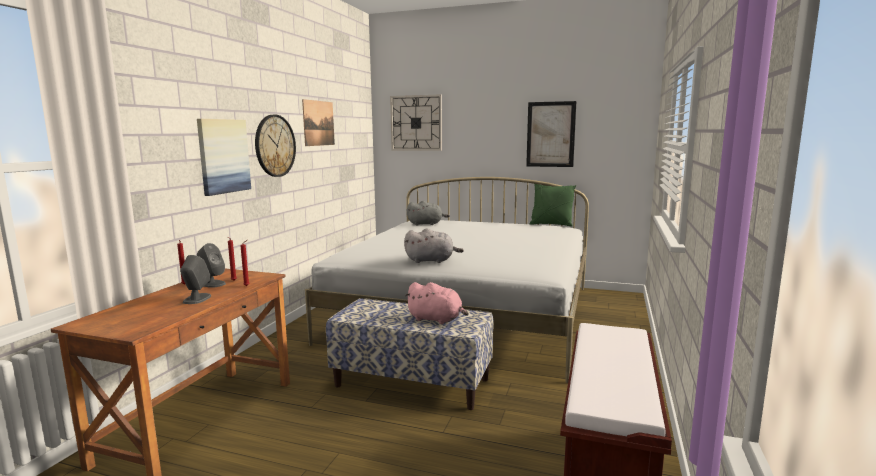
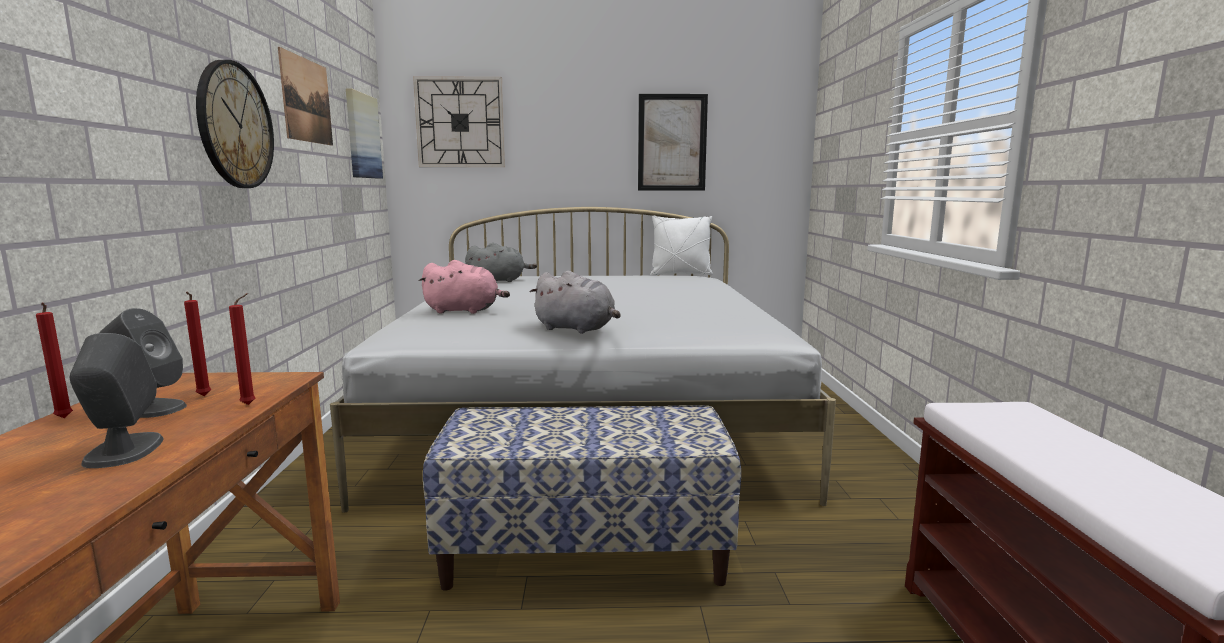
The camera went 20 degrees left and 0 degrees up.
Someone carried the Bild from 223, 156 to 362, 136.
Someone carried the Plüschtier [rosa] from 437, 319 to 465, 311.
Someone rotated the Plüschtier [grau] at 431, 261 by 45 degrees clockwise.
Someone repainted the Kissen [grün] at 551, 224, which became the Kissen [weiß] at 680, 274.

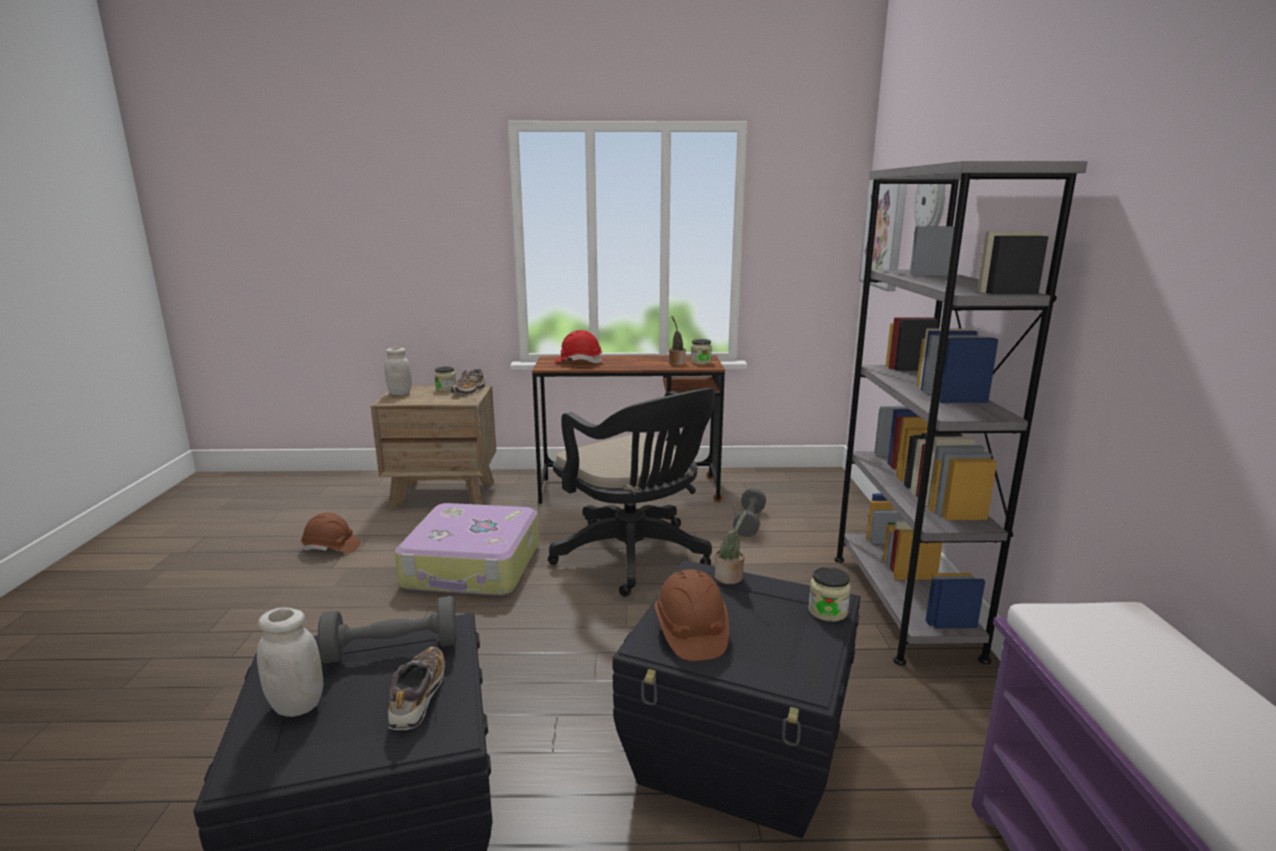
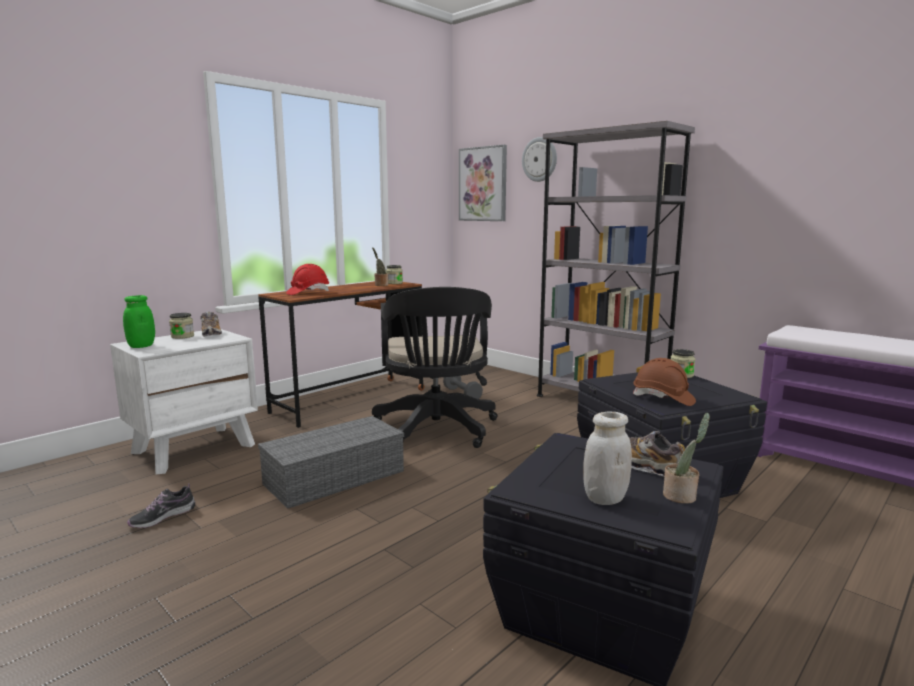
The camera went 45 degrees left and 5 degrees down.
Someone repainted the Nachttisch [braun] at 444, 495, which became the Nachttisch [weiß] at 194, 448.
Someone repainted the Vorratsglas [weiß] at 400, 393, which became the Vorratsglas [grün] at 141, 346.
Someone swapped the Schutzhelm [braun] at 331, 547 for the Schuh at 162, 517.
Someone swapped the Koffer at 473, 567 for the Aufbewahrungsbox [grau] at 335, 476.
Someone rotated the Bürostuhl [schwarz] at 636, 557 by 75 degrees clockwise.
Someone carried the Topfpflanze from 730, 578 to 682, 496.
Someone took away the Hantel [grau] at 393, 649.

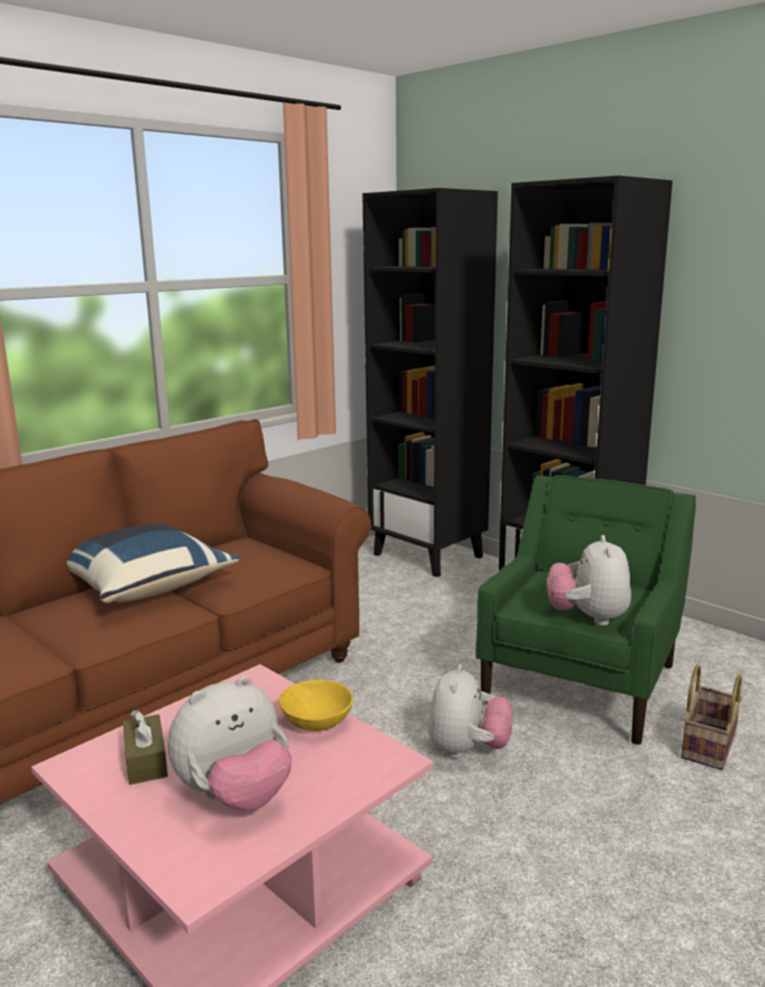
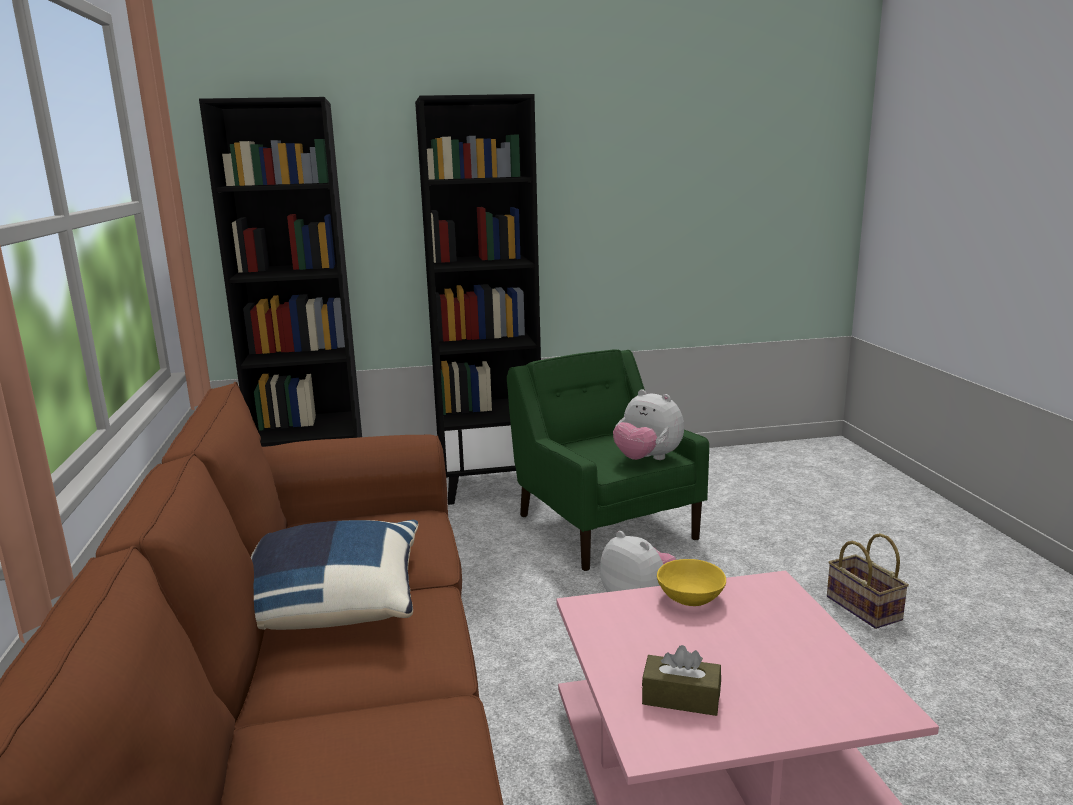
The camera went 55 degrees left and 0 degrees up.
Someone carried the Korb from 707, 744 to 861, 607.
Someone took away the Plüschtier at 235, 796.

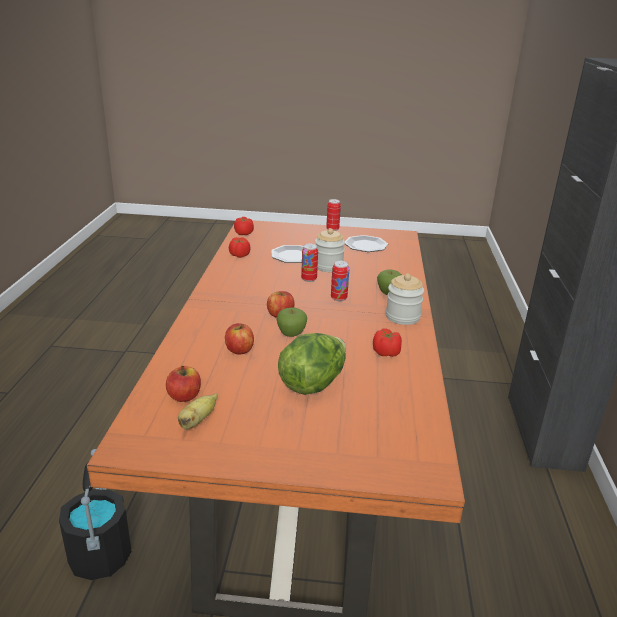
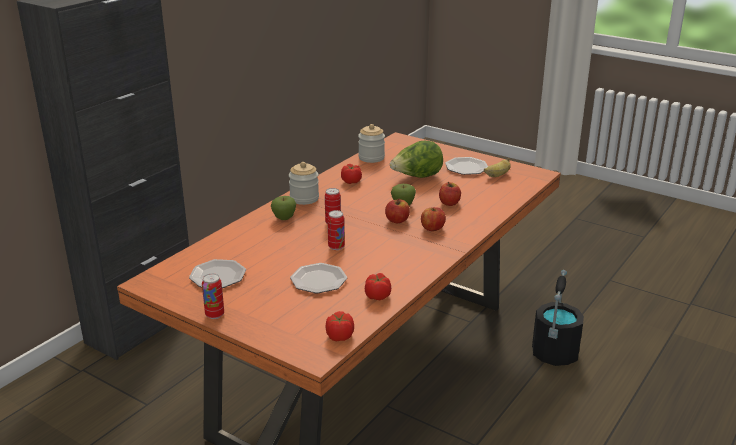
The camera went 150 degrees left and 0 degrees up.
Someone carried the Vorratsglas from 328, 266 to 371, 158.
Someone carried the Apfel from 184, 396 to 432, 228.
Someone put down the Teller at 466, 167.

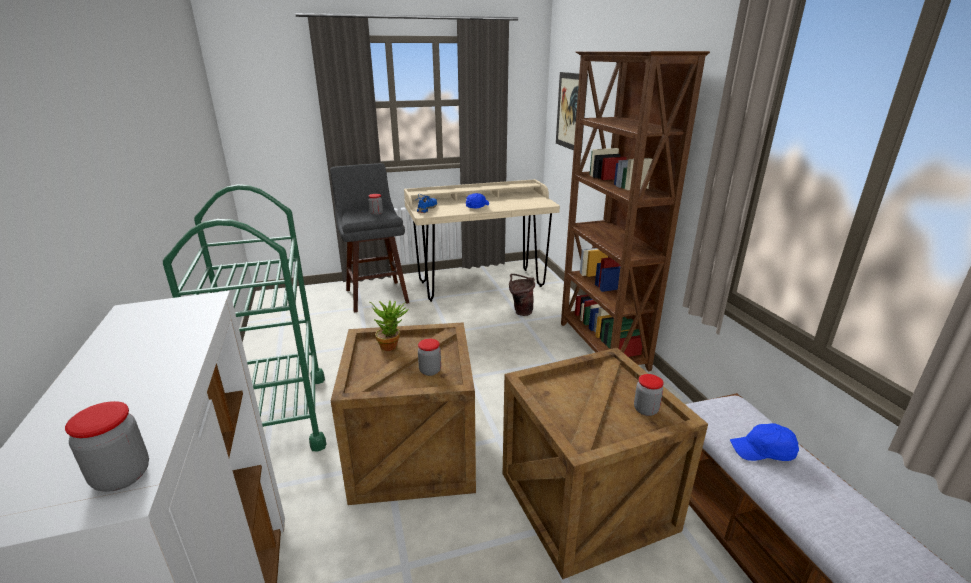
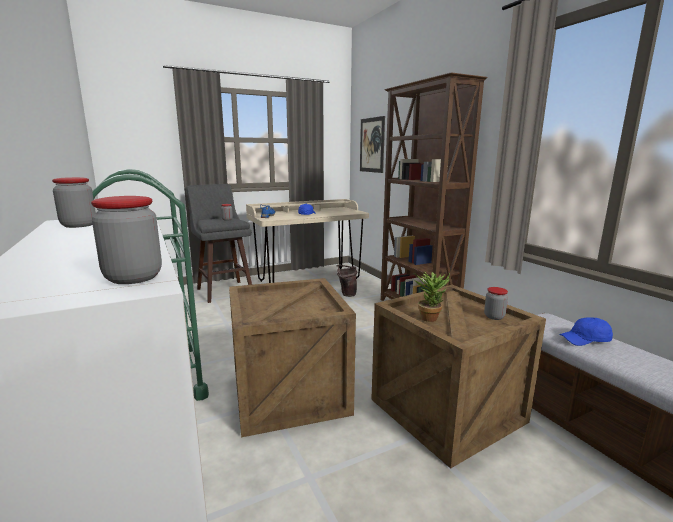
The camera went 10 degrees left and 10 degrees down.
Someone carried the Vorratsglas from 430, 371 to 79, 225.
Someone carried the Topfpflanze from 392, 345 to 430, 317.

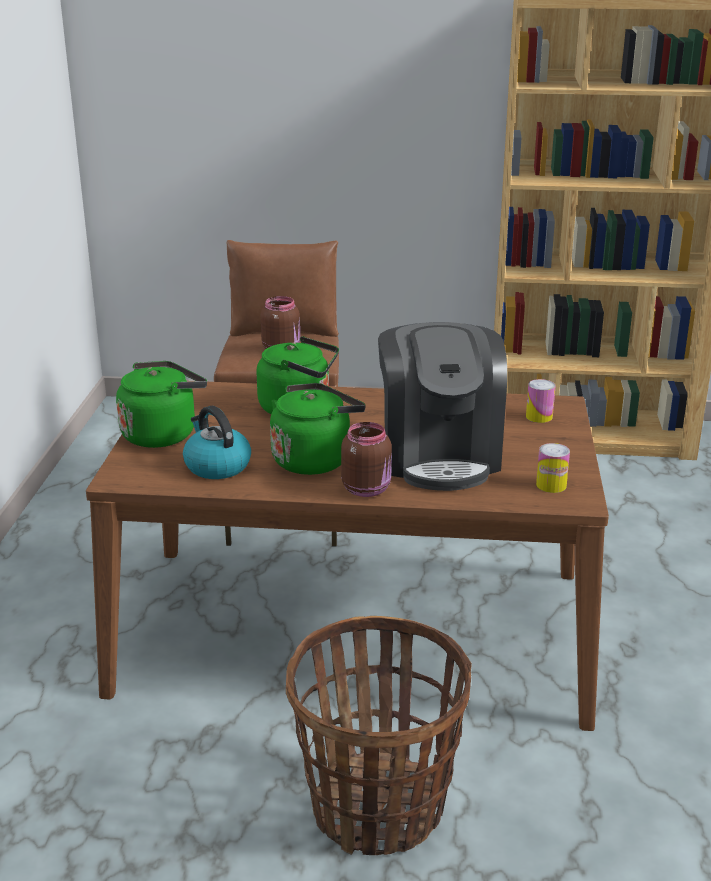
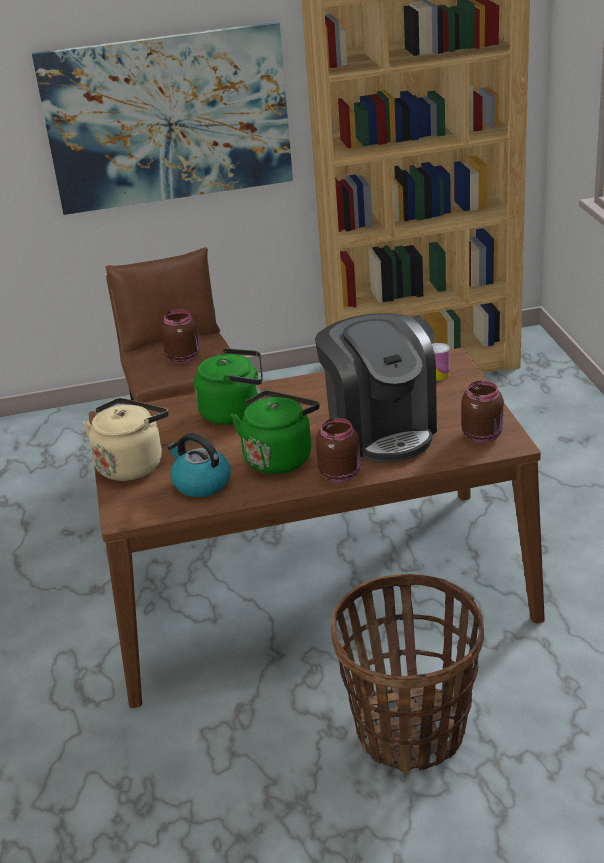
The camera went 15 degrees left and 5 degrees up.
Someone put up the Bild at 168, 119.
Someone repainted the Wasserkessel [grün] at 162, 434, which became the Wasserkessel [beige] at 132, 464.
Someone swapped the Dose at 551, 485 for the Vorratsglas [braun] at 483, 435.

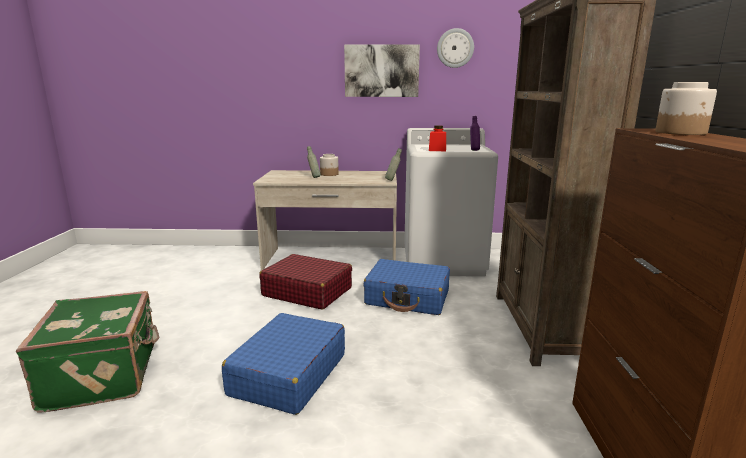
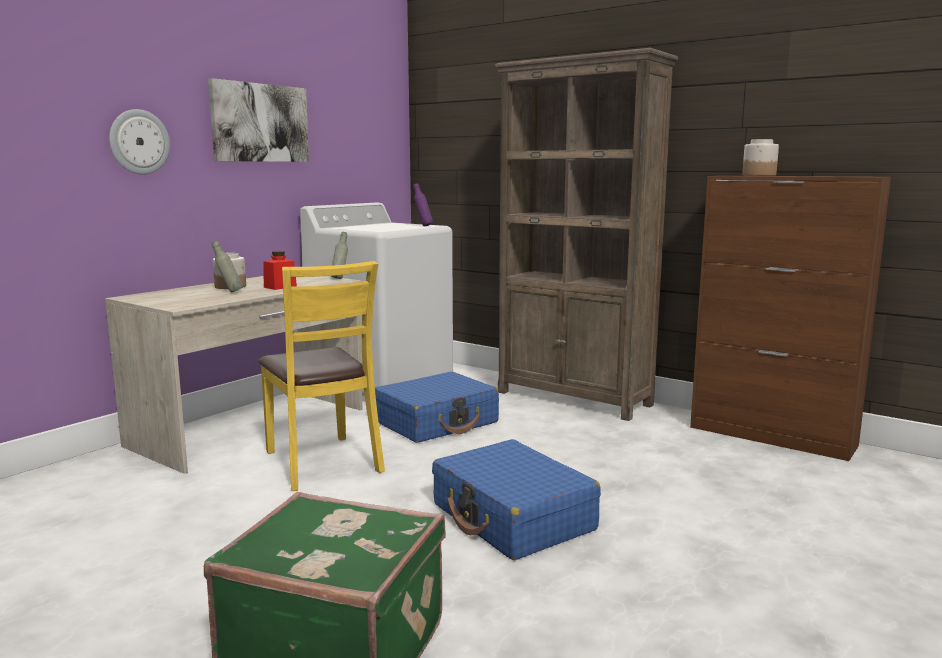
The camera went 55 degrees left and 5 degrees down.
Someone carried the Wanduhr from 455, 48 to 139, 142.
Someone swapped the Koffer [rot] at 307, 292 for the Stuhl [gelb] at 322, 462.
Someone carried the Vorratsglas [rot] from 437, 150 to 280, 287.

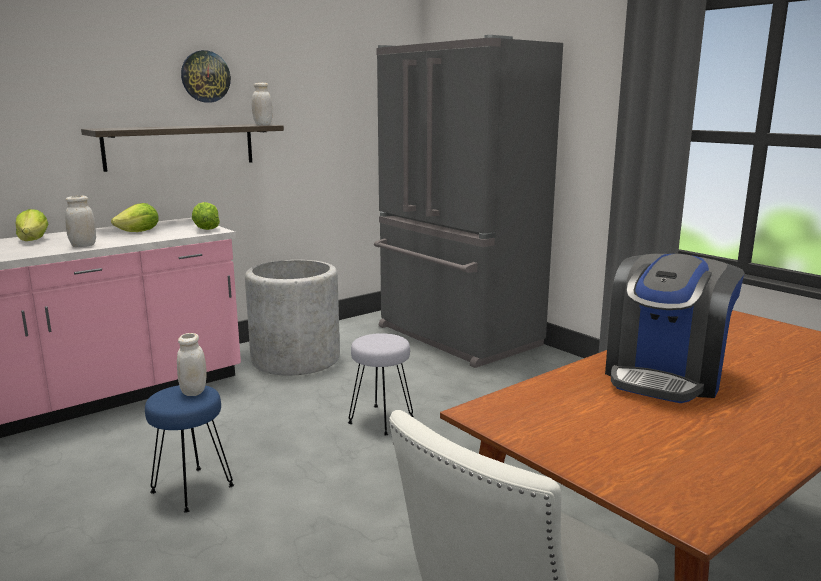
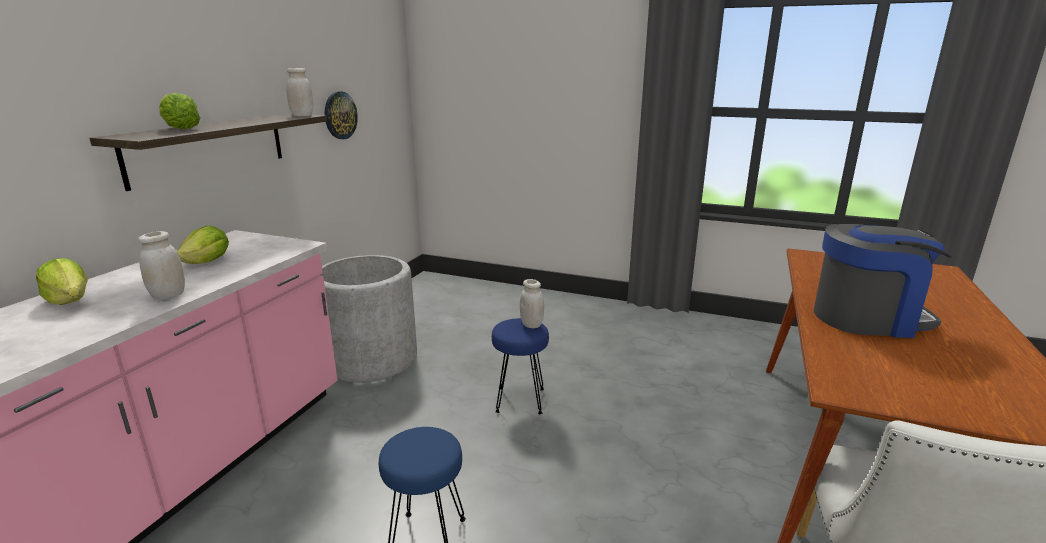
The camera went 30 degrees left and 5 degrees up.
Someone carried the Salatkopf from 206, 229 to 181, 129.
Someone carried the Wanduhr from 205, 76 to 340, 115.
Someone repainted the Hocker [grau] at 381, 420, which became the Hocker [blau] at 520, 400.
Someone carried the Vorratsglas [weiß] from 194, 392 to 531, 325.
Someone rotated the Kaffeemaschine at 665, 376 by 90 degrees counterclockwise.
Someone took away the Kühlschrank [grau] at 455, 337.

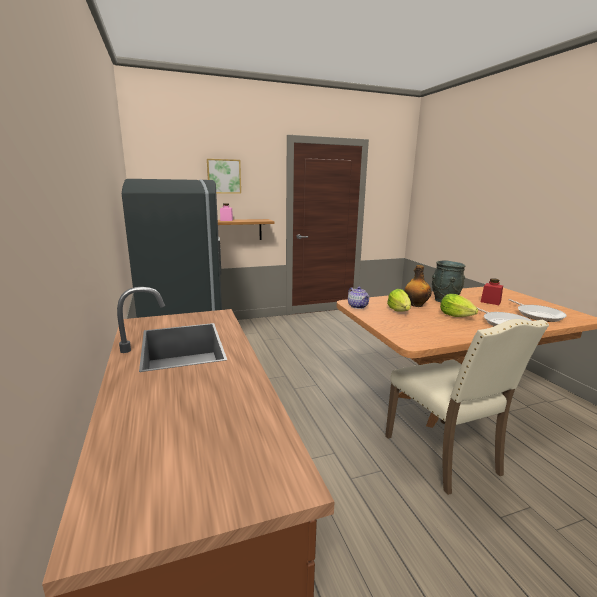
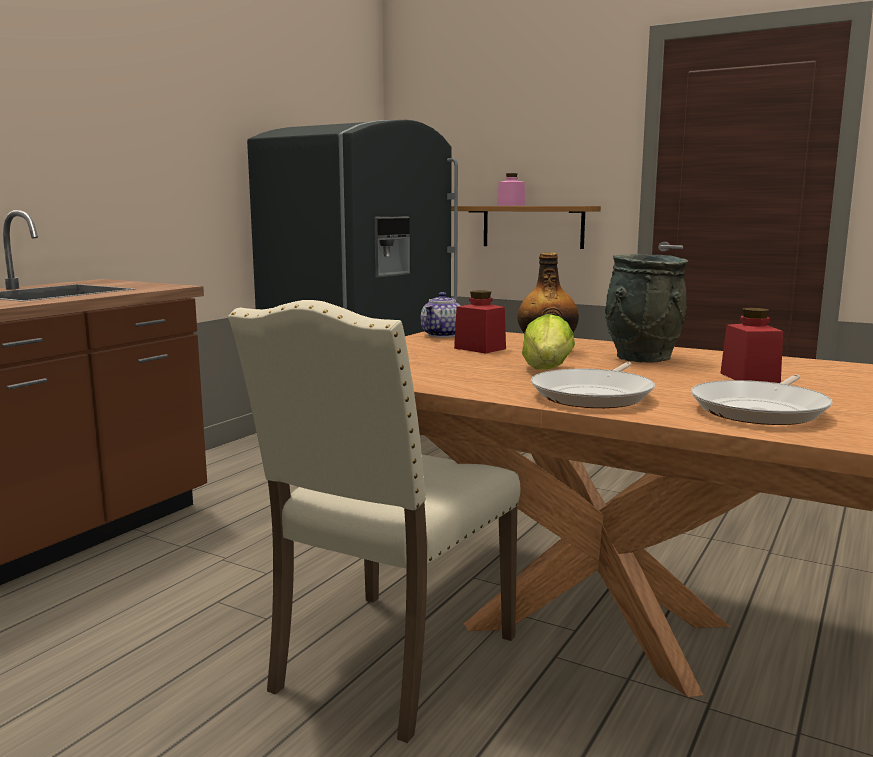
The camera went 50 degrees right and 5 degrees down.
Someone swapped the Salatkopf at 399, 311 for the Vorratsglas [rot] at 480, 348.
Someone took away the Bild at 224, 176.

